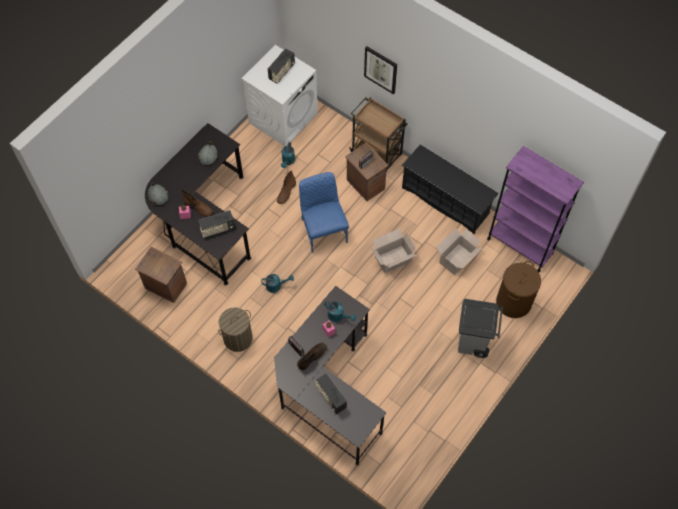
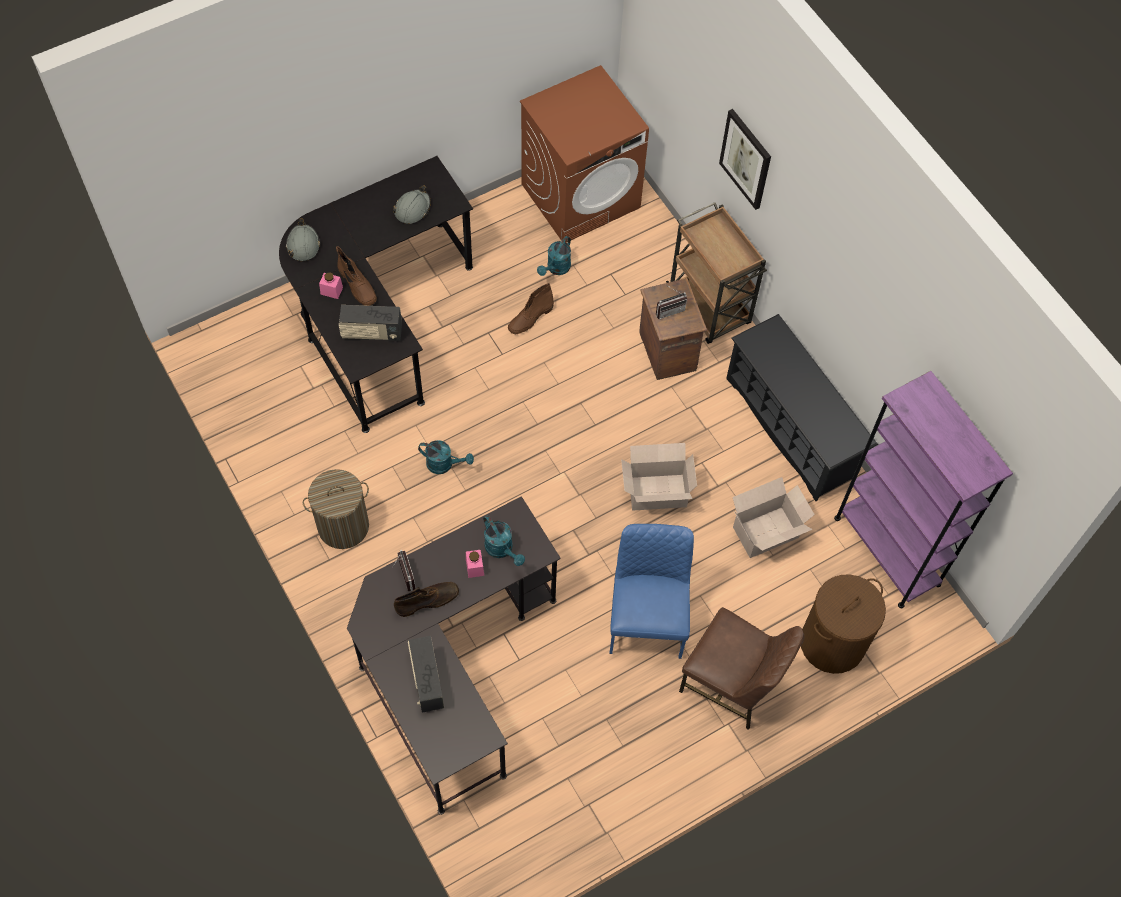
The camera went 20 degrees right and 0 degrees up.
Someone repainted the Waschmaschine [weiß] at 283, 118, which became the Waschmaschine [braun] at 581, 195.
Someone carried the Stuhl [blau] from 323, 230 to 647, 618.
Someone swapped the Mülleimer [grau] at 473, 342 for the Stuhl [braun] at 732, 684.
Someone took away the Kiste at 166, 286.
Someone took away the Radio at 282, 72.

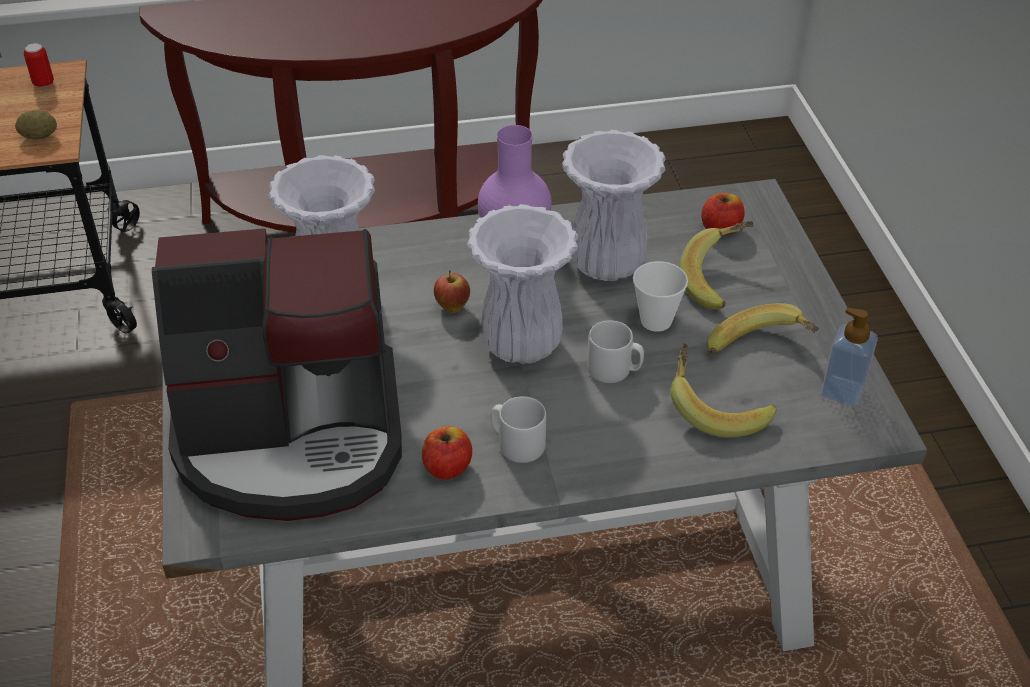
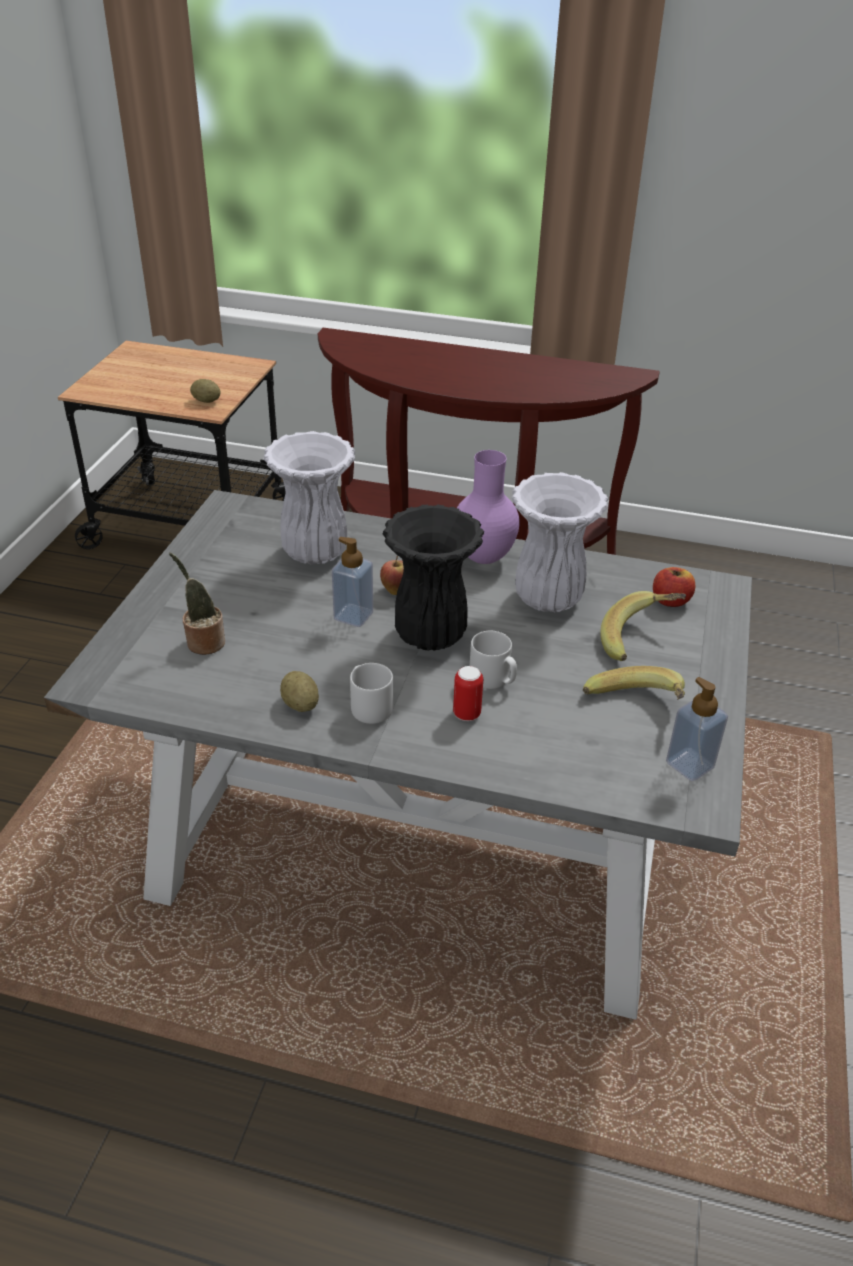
The camera went 25 degrees right and 5 degrees down.
Someone swapped the Kaffeemaschine at 292, 436 for the Topfpflanze at 203, 642.
Someone swapped the Apfel at 447, 467 for the Kartoffel at 300, 704.
Someone put down the Seifenspender at 353, 616.
Someone repainted the Vase [weiß] at 522, 346, which became the Vase [schwarz] at 430, 636.
Someone carried the Dose from 43, 83 to 466, 714.
Someone took away the Tasse at 656, 321.
Someone took away the Banane at 716, 408.

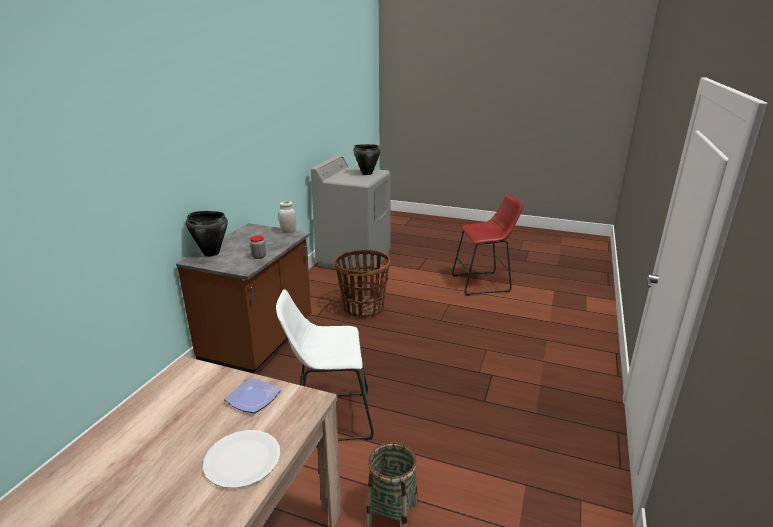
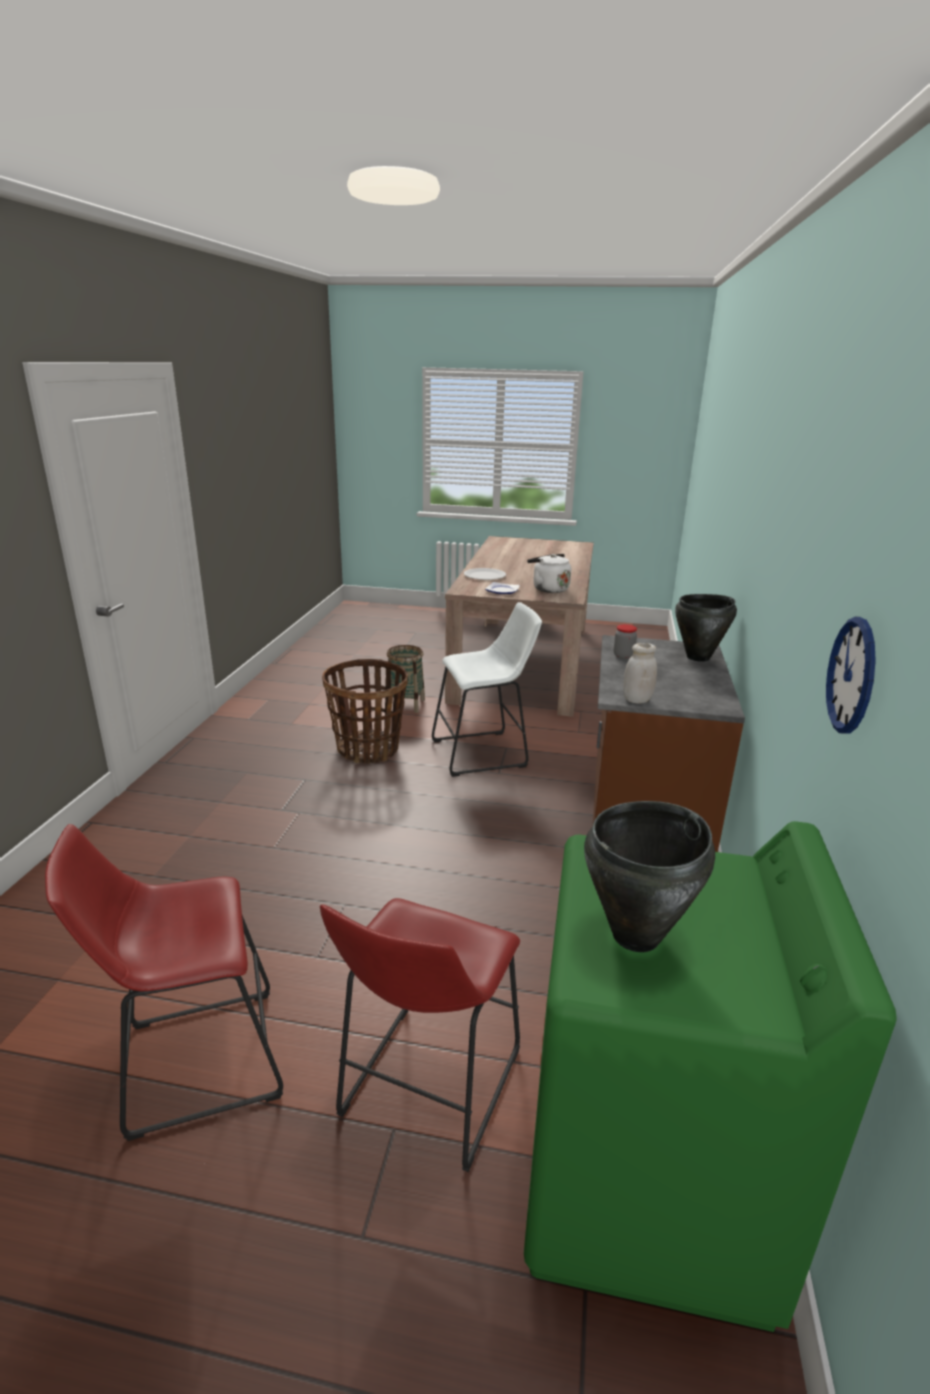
The camera went 170 degrees right and 0 degrees up.
Someone put down the Hocker [rot] at 426, 1091.
Someone carried the Korb from 363, 308 to 368, 749.
Someone repainted the Waschmaschine [grau] at 354, 258, which became the Waschmaschine [grün] at 646, 1186.
Someone put down the Wasserkessel [weiß] at 548, 589.
Someone put up the Wanduhr at 851, 675.

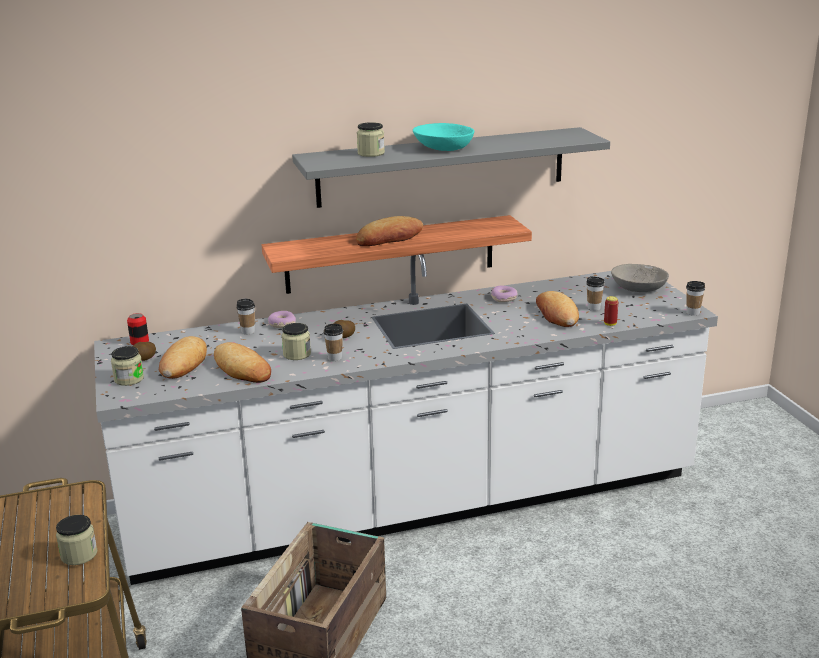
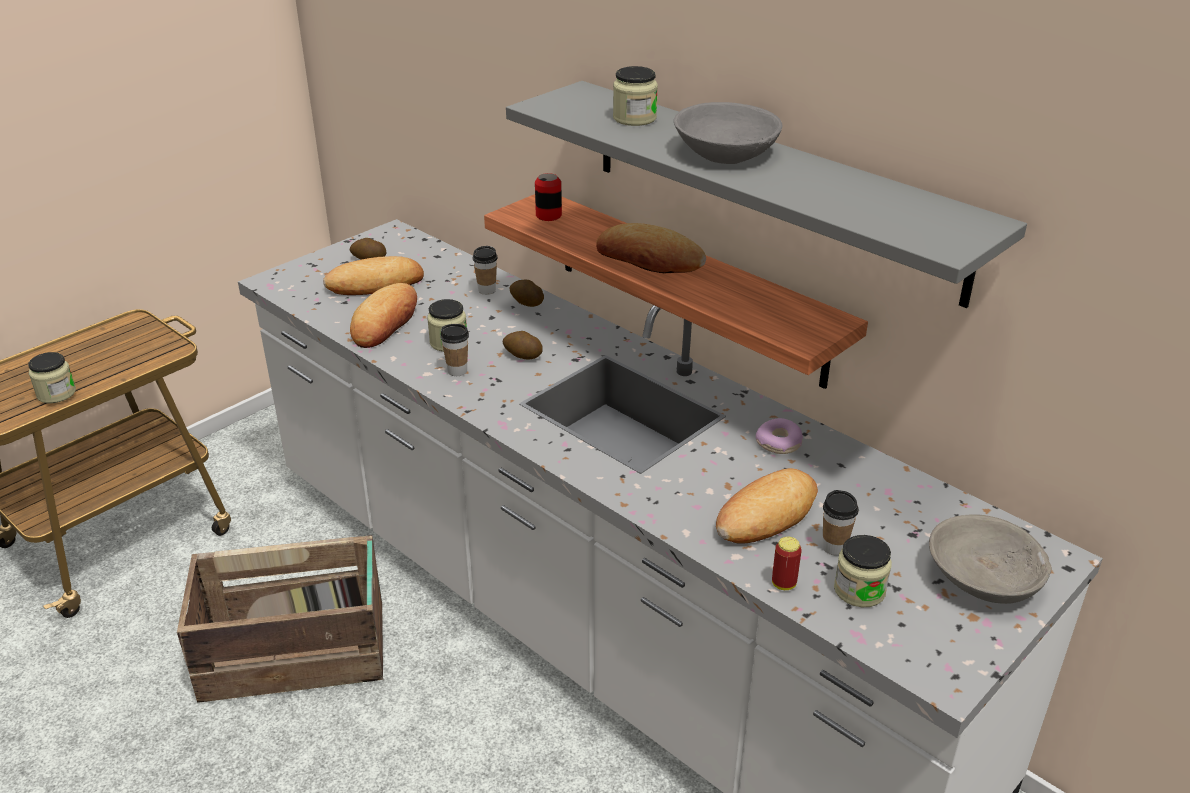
The camera went 60 degrees right and 10 degrees up.
Someone swapped the Donut at 281, 324 for the Kartoffel at 526, 303.
Someone carried the Dose from 139, 342 to 548, 215.
Someone repainted the Schüssel [türkis] at 443, 147, which became the Schüssel [grau] at 725, 152.
Someone carried the Vorratsglas from 129, 379 to 859, 590.
Someone took away the Tasse at 693, 313.

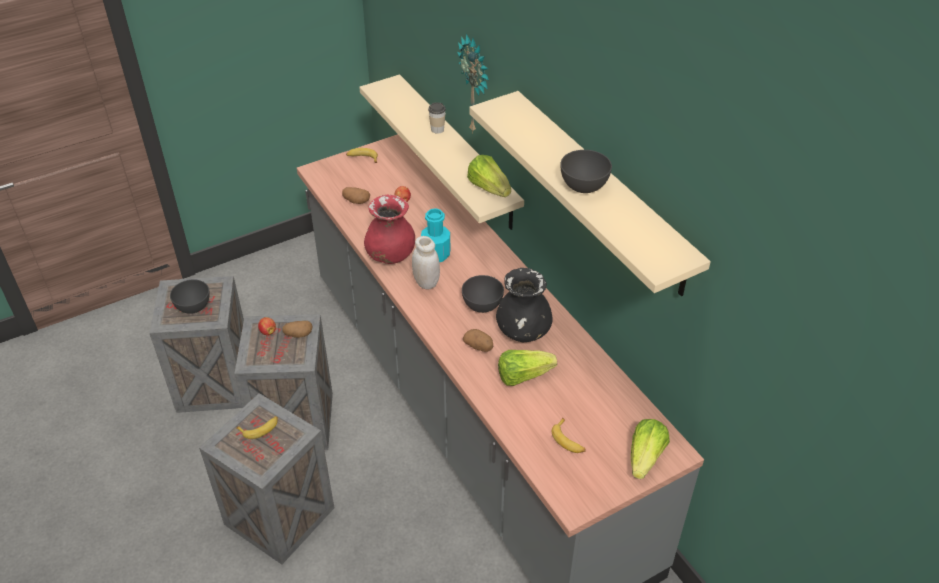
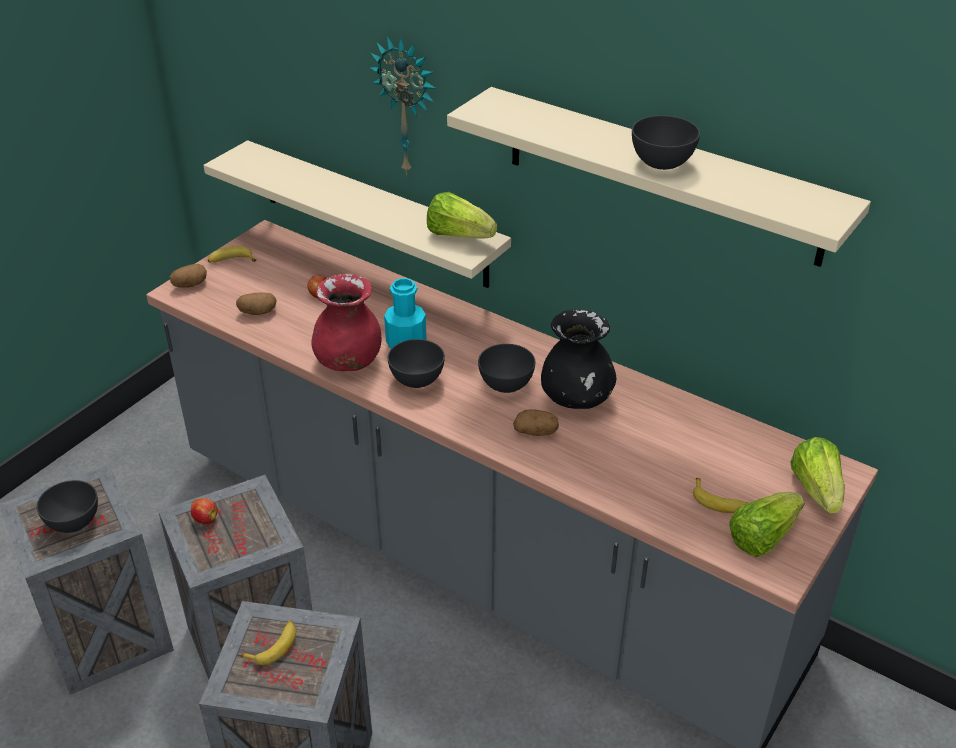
The camera went 25 degrees left and 5 degrees down.
Someone carried the Kartoffel from 298, 334 to 190, 284.
Someone swapped the Vorratsglas [weiß] at 426, 282 for the Schüssel [grau] at 417, 379.
Someone carried the Salatkopf from 523, 376 to 762, 537.
Someone took away the Tasse at 437, 129.

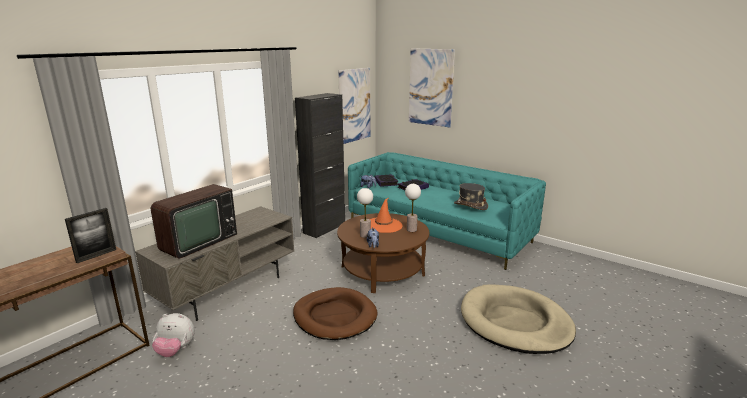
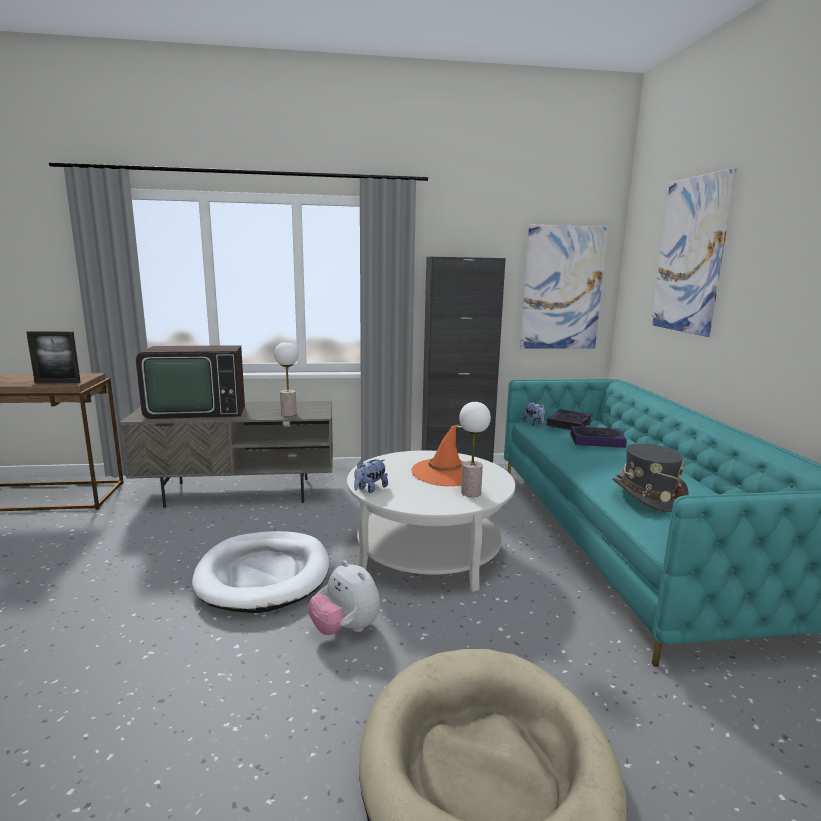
The camera went 45 degrees right and 5 degrees down.
Someone repainted the Hundebett [braun] at 335, 316, which became the Hundebett [weiß] at 264, 575.
Someone carried the Tischlampe from 365, 235 to 288, 414.
Someone carried the Plüschtier from 175, 350 to 345, 629.
Someone repainted the Couchtisch [braun] at 382, 270, which became the Couchtisch [weiß] at 428, 553.

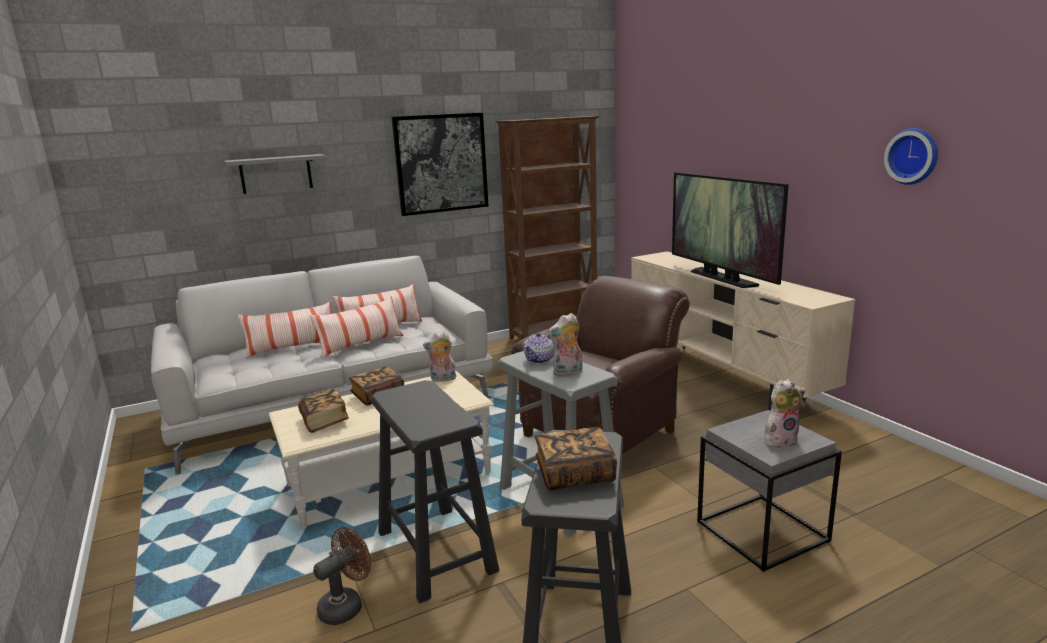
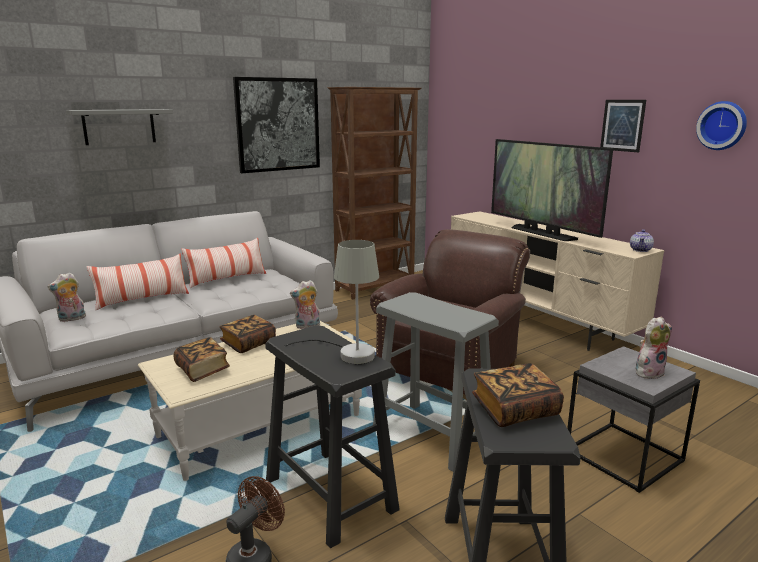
The camera went 10 degrees left and 0 degrees up.
Someone carried the Plüschtier from 567, 373 to 71, 319.
Someone put down the Tischlampe [grau] at 348, 354.
Someone put up the Bild at 622, 125.
Someone carried the Teekanne from 540, 360 to 640, 250.
Someone took away the Kissen at 361, 345.

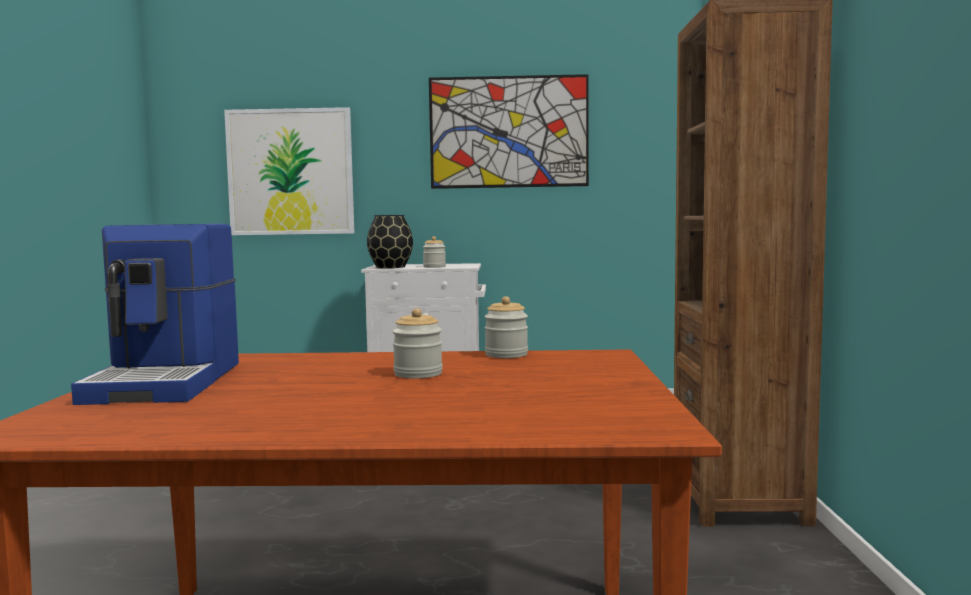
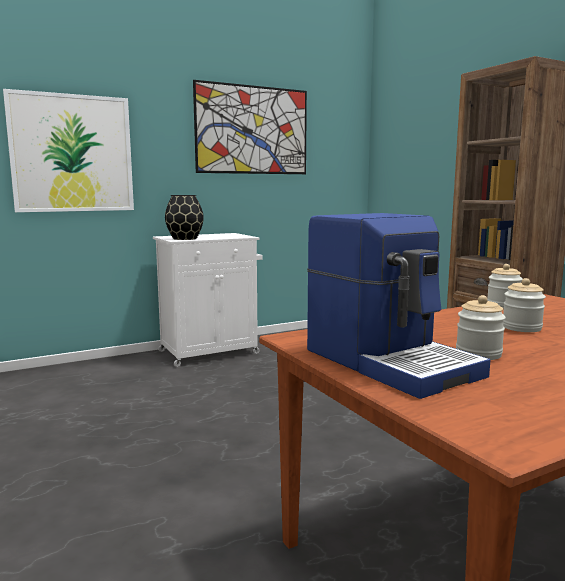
The camera went 30 degrees left and 5 degrees up.
Someone carried the Vorratsglas from 434, 267 to 478, 354.

